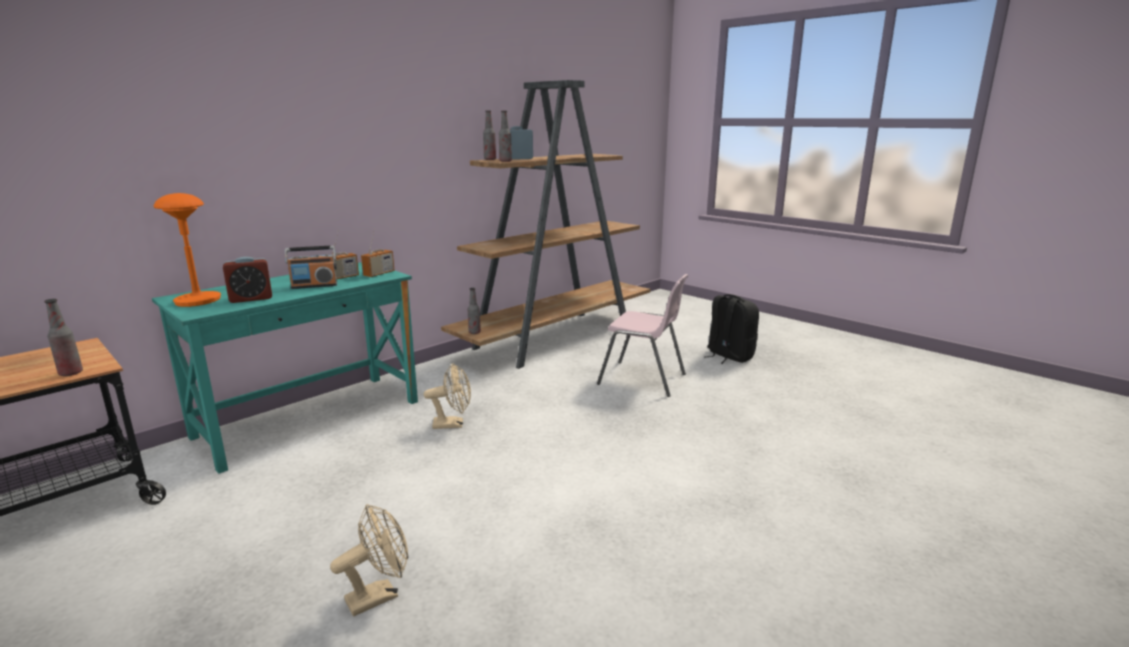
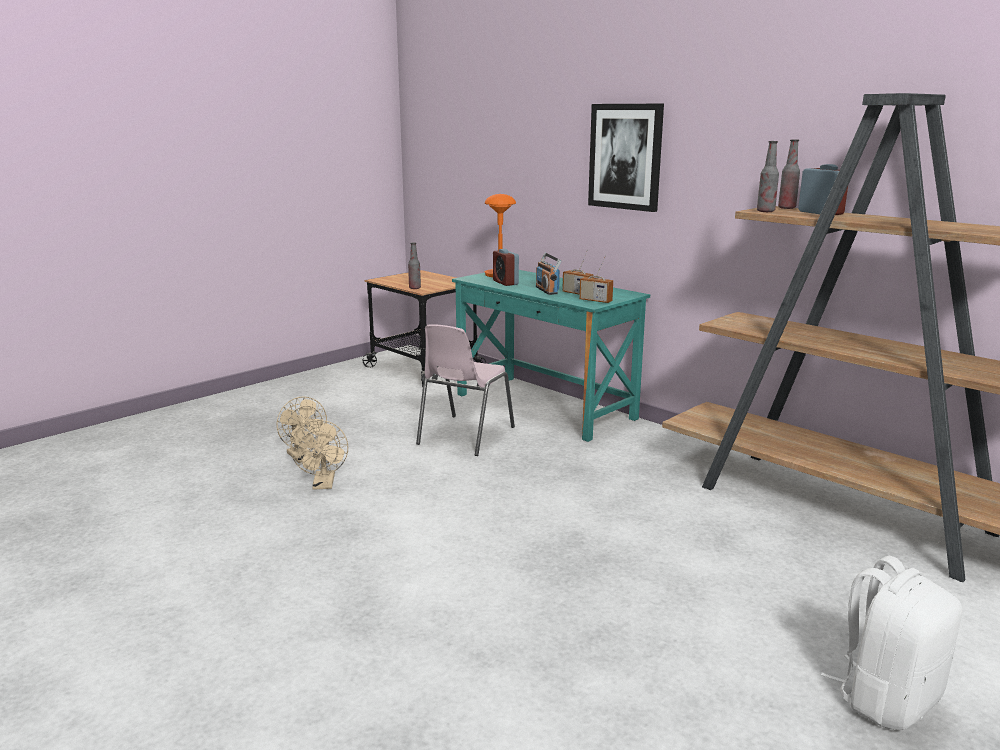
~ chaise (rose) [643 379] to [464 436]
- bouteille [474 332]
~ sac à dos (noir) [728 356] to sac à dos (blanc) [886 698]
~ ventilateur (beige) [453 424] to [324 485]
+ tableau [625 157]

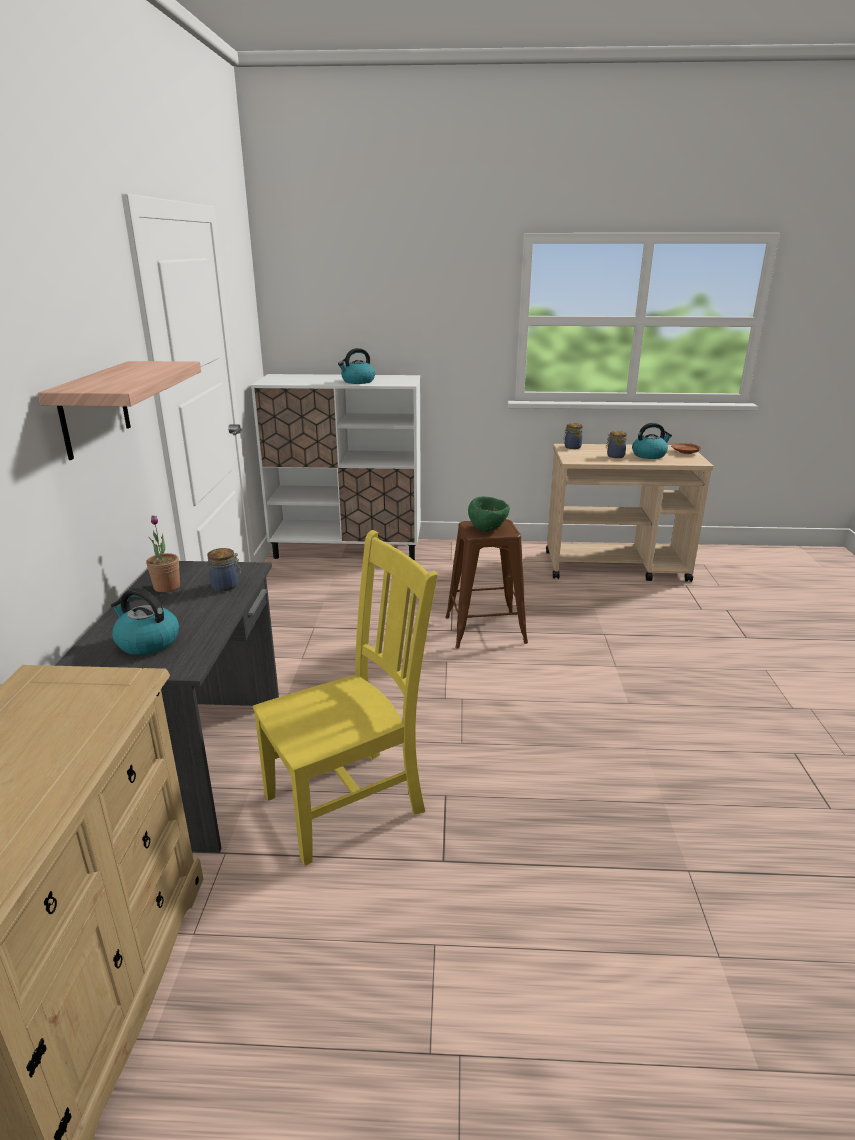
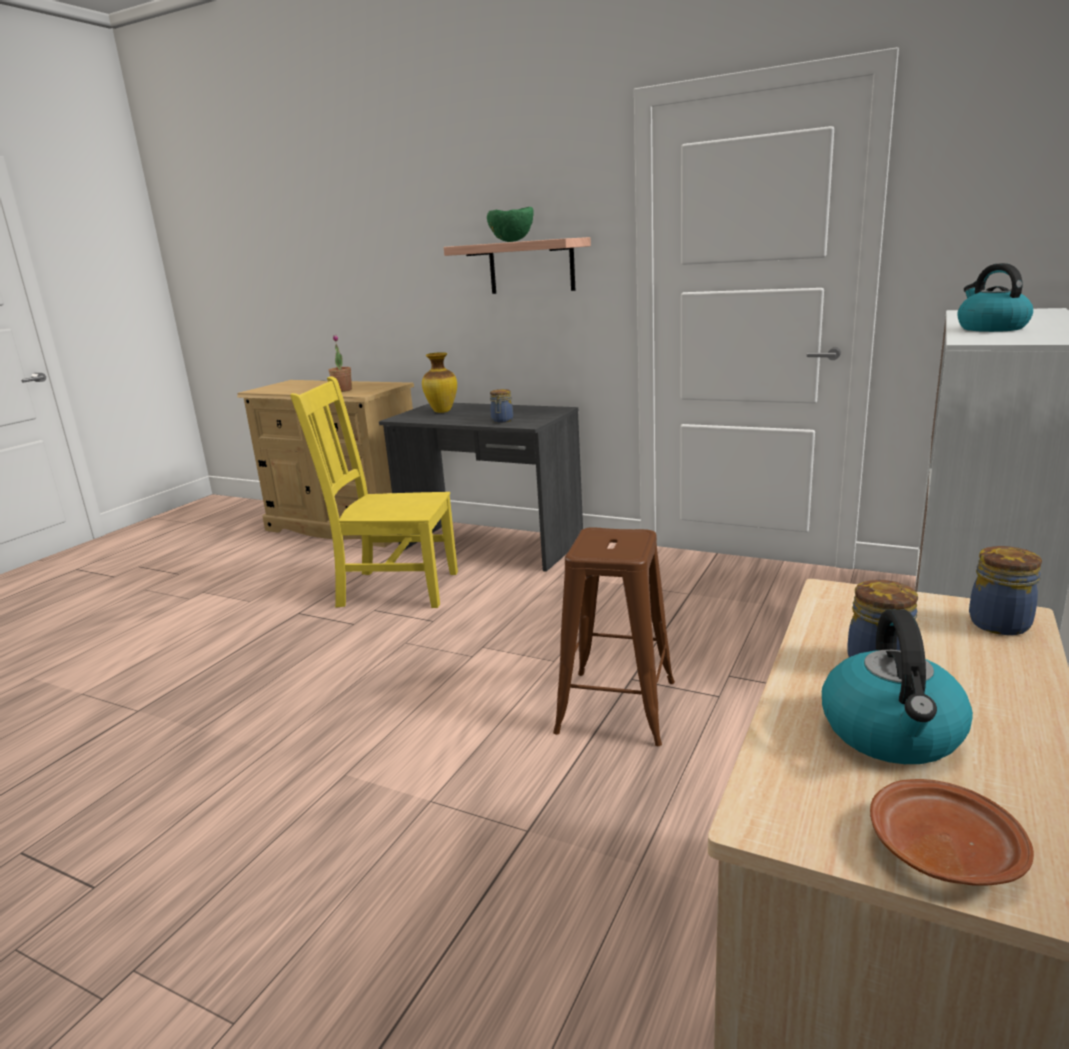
~ bol (vert) [488 529] to [512 241]
~ plante en pot [167 587] to [342 390]
~ chaise (jaune) [349 801] = [394 588] 105 degrees clockwise
~ bouilloire [147 642] to vase [441 411]

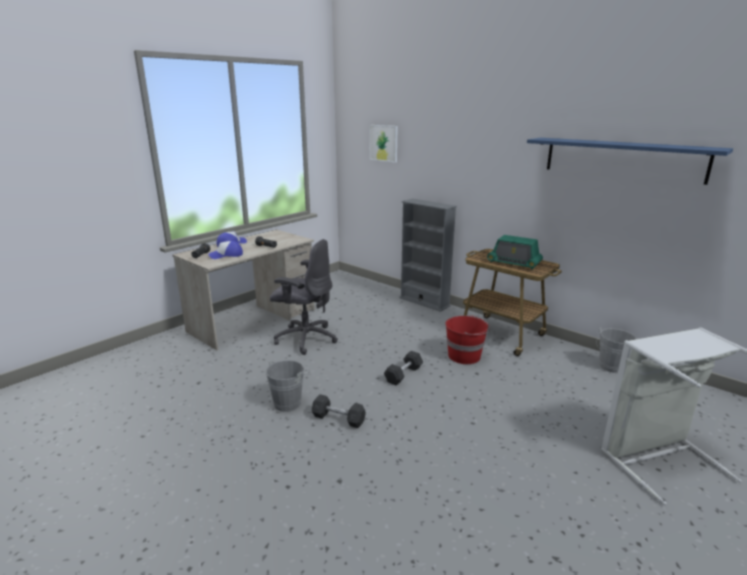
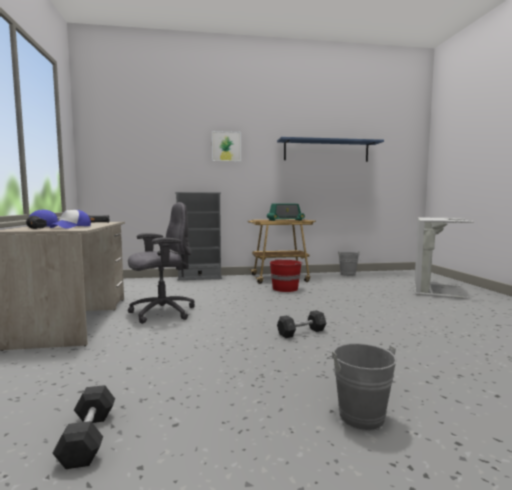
~ tableau [383 143] to [226 146]
~ haltère (gris) [403 374] to [88 438]
~ seau (gris) [290 402] to [358 414]

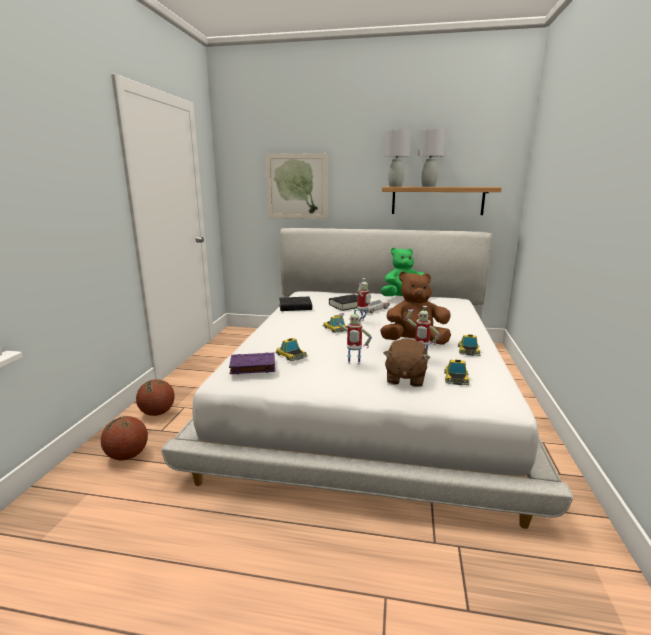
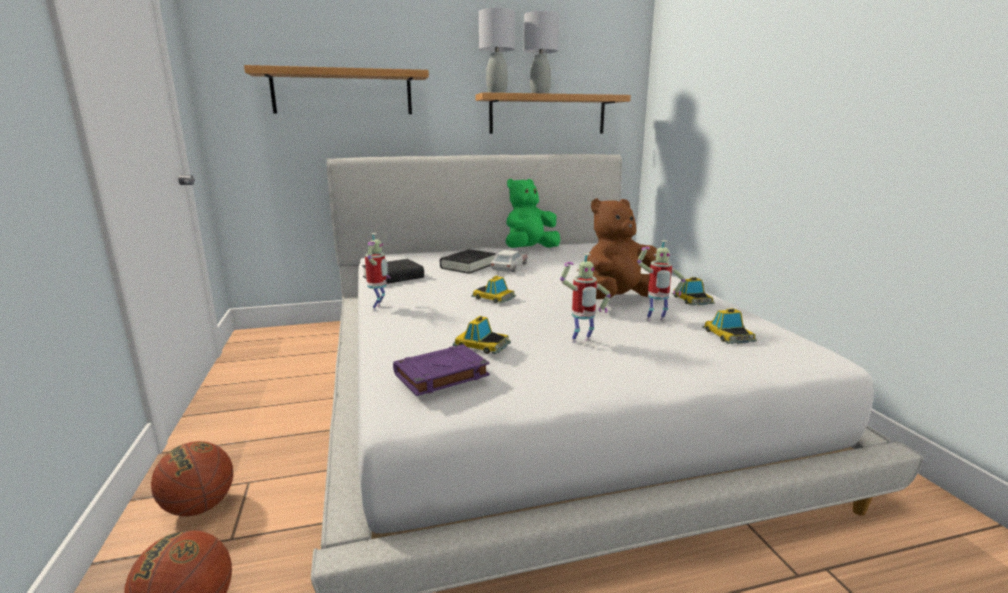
~ tableau [297 186] to étagère [342 92]
~ robot jouet [362 322] to [379 308]
- peluche (marron) [405 378]

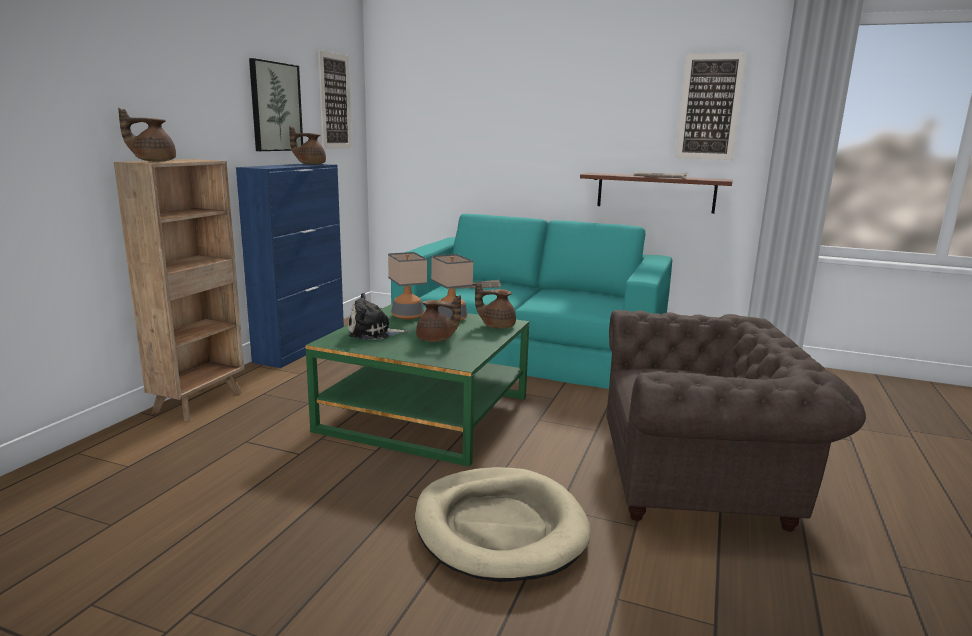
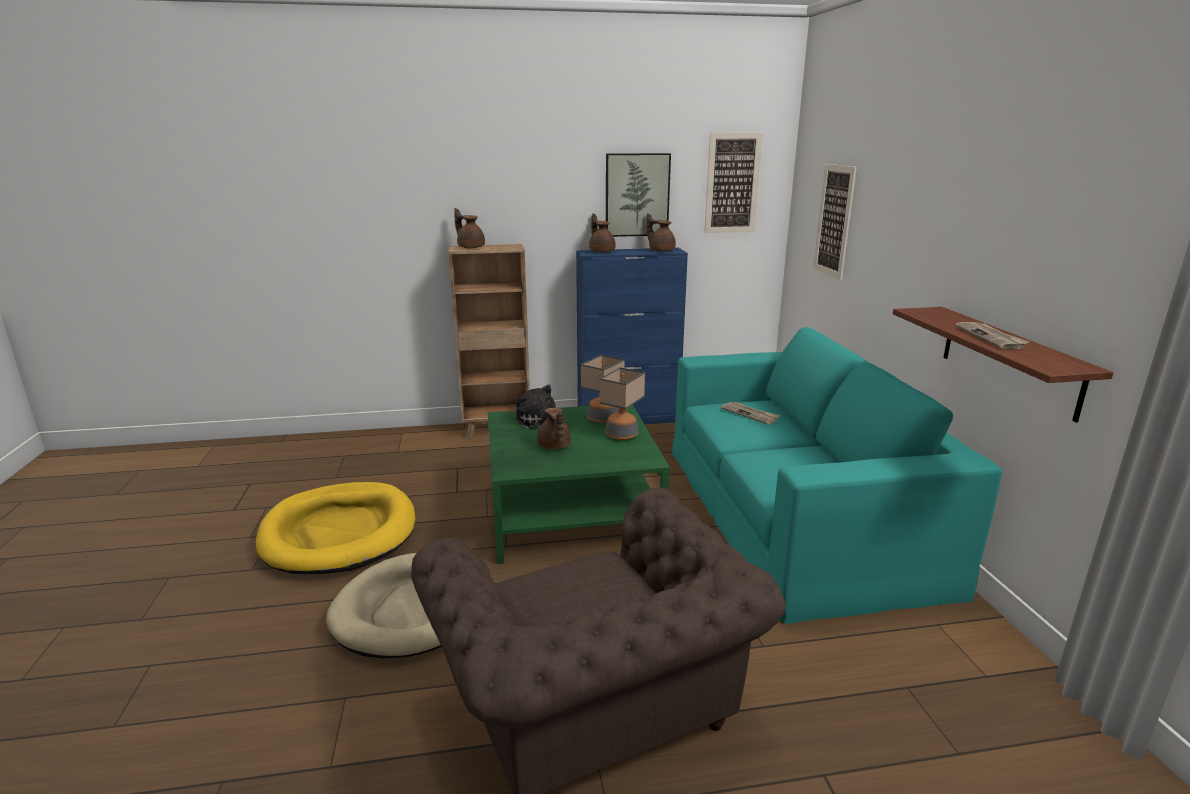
~ tableau [709 107] to [834 221]
~ théière (marron) [497 326] to [601 251]
+ panier pour chien (jaune) [339 533]

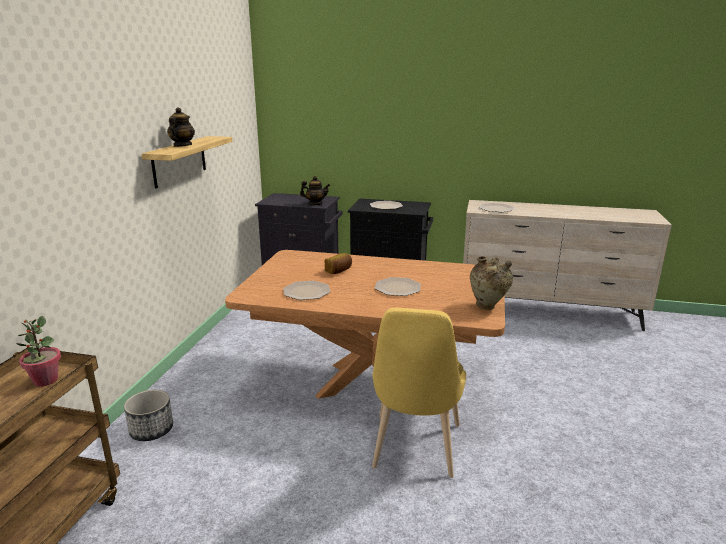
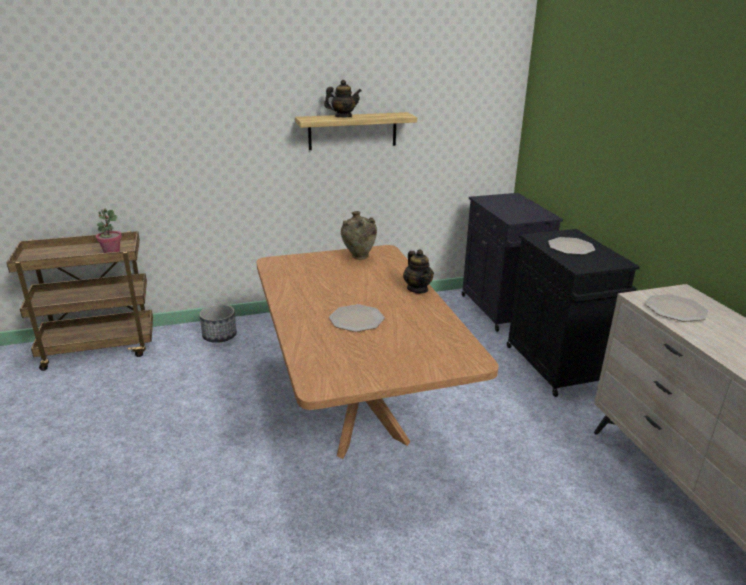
~ théière [315 204] to [417 289]
- pain [339 271]
~ vase (beige) [488 307] to [359 257]
- assiette [307 291]
- chaise (jaune) [414 450]

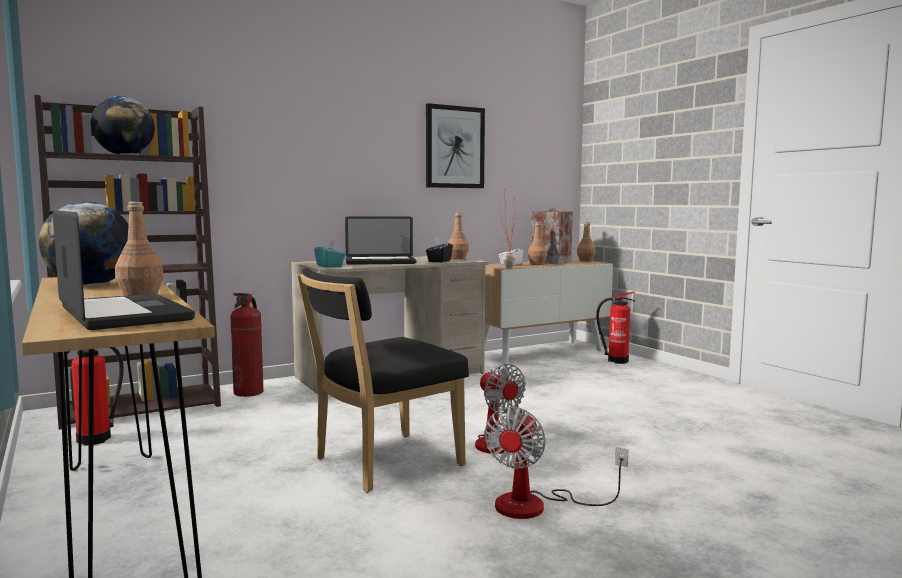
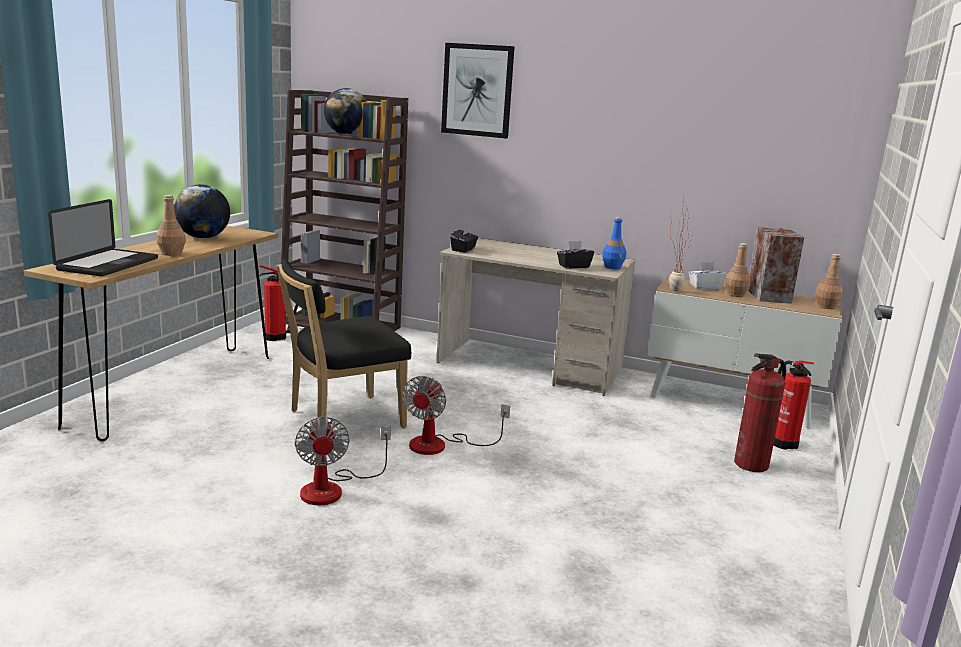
~ tableau [454 147] to [477 90]
~ bouteille (marron) [458 258] to bouteille (bleu) [613 267]
- ordinateur portable [380 262]
~ boîte à mouchoirs (turquoise) [330 266] to boîte à mouchoirs (noir) [463 249]
~ chaise (noir) [382 463] = [341 419] 45 degrees counterclockwise
~ extincteur [248 392] to [751 464]
~ ventilateur [537 505] = [333 488] 90 degrees counterclockwise

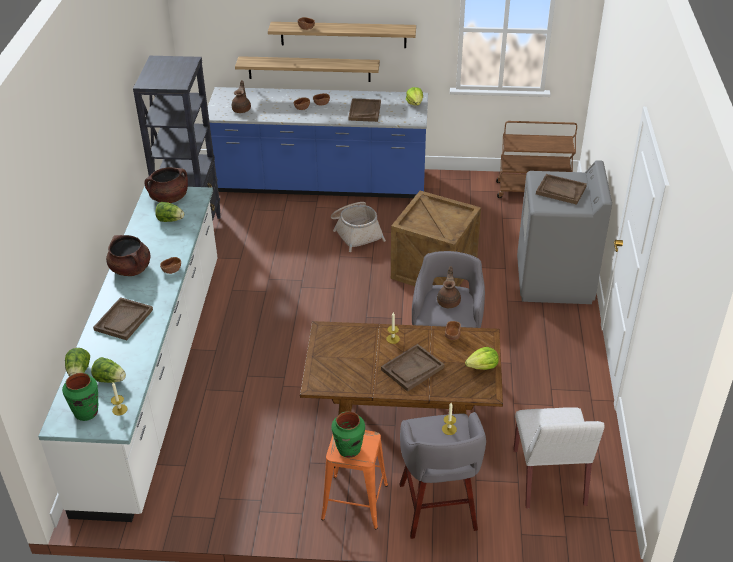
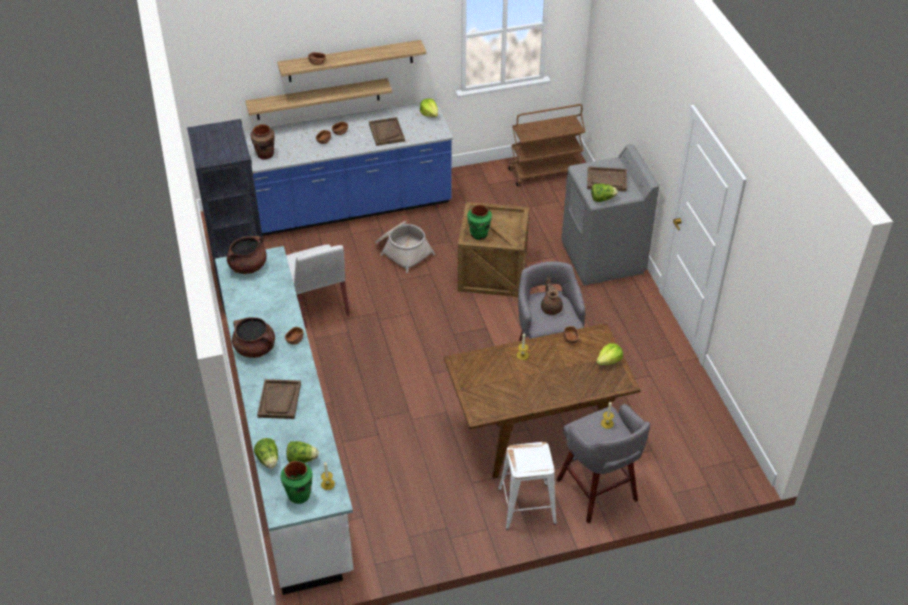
~ théière (marron) [242 109] to vase (marron) [265 154]
~ laitue [170 220] to [602 199]
- plateau (marron) [412 369]
~ chaise (blanc) [549 478] to [318 303]
~ vase (vert) [349 449] to [479 234]
~ tabouret (orange) [354 502] to tabouret (blanc) [527 506]

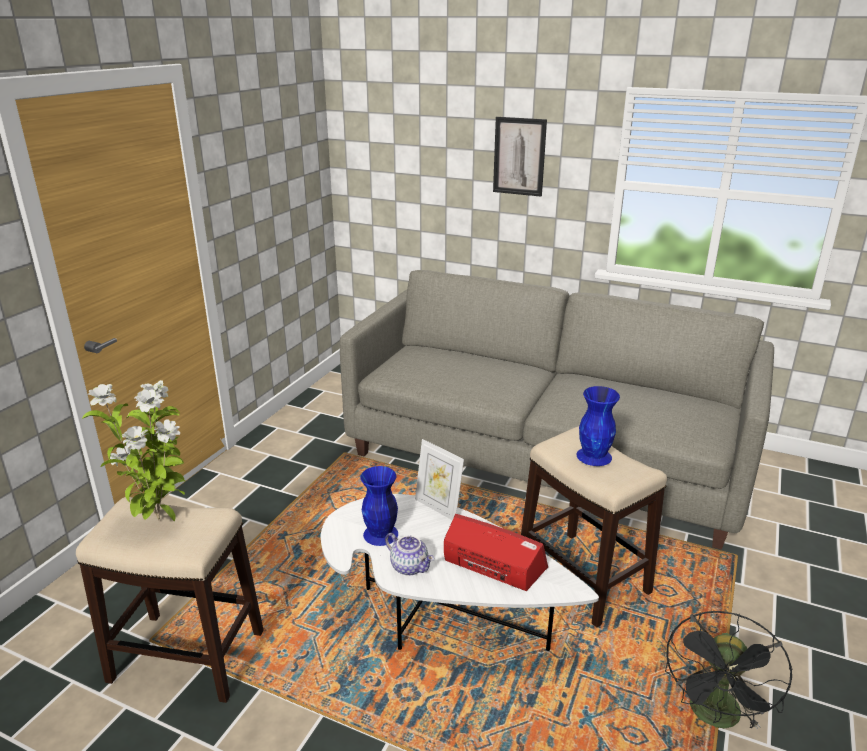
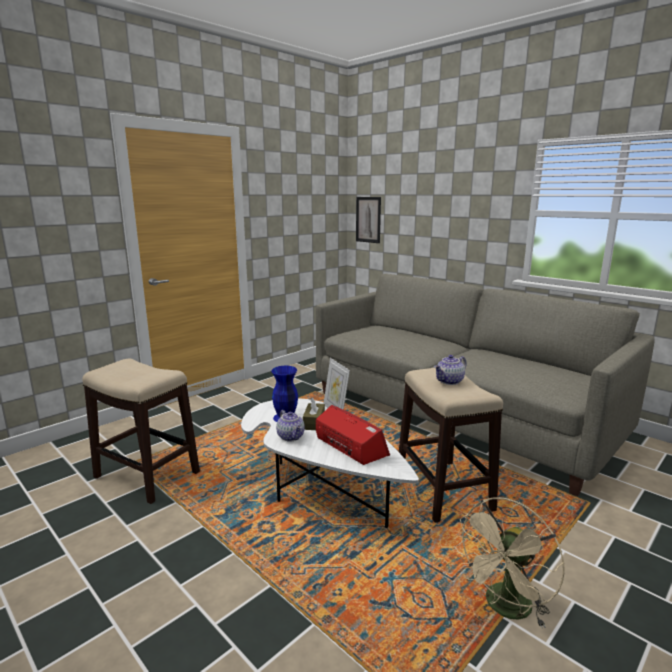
~ tableau [519 156] to [368 219]
- plante en pot [161 521]
~ vase (bleu) [594 456] to théière [450 381]
~ ventilateur (noir) [715 718] to ventilateur (beige) [505 609]
+ boîte à mouchoirs (marron) [314 422]

